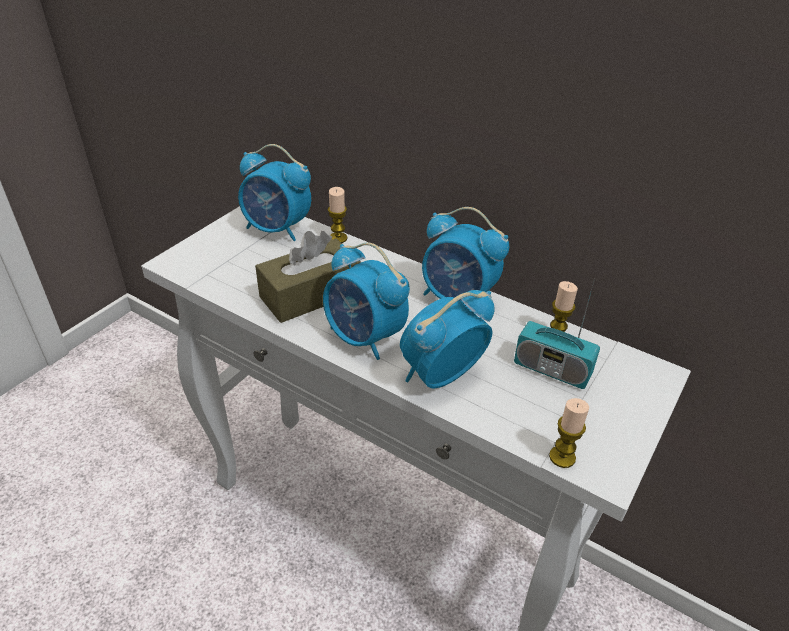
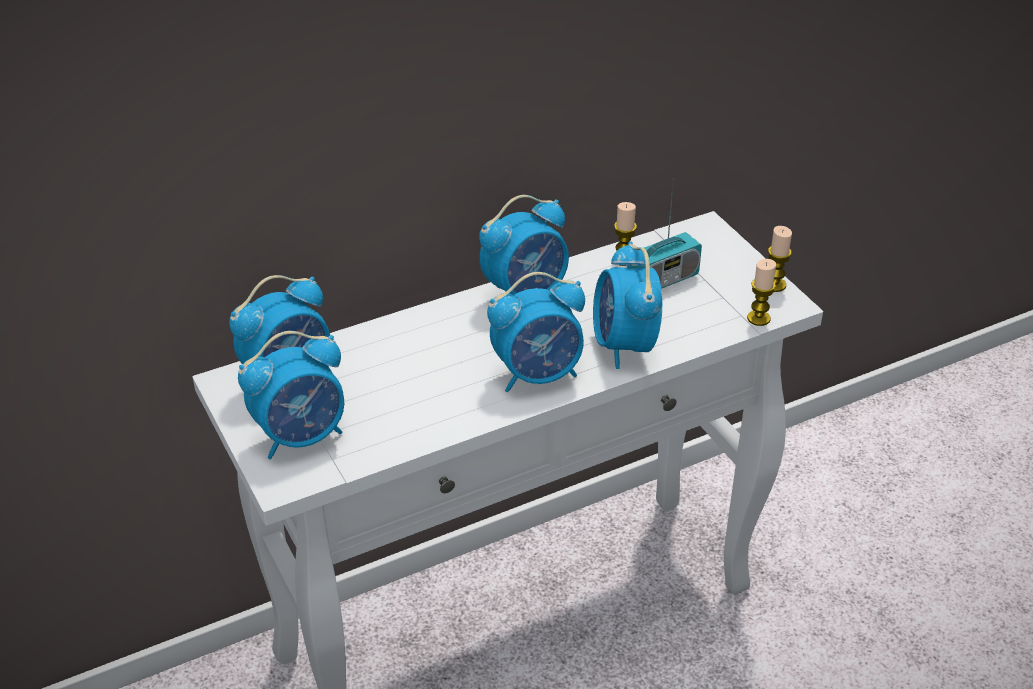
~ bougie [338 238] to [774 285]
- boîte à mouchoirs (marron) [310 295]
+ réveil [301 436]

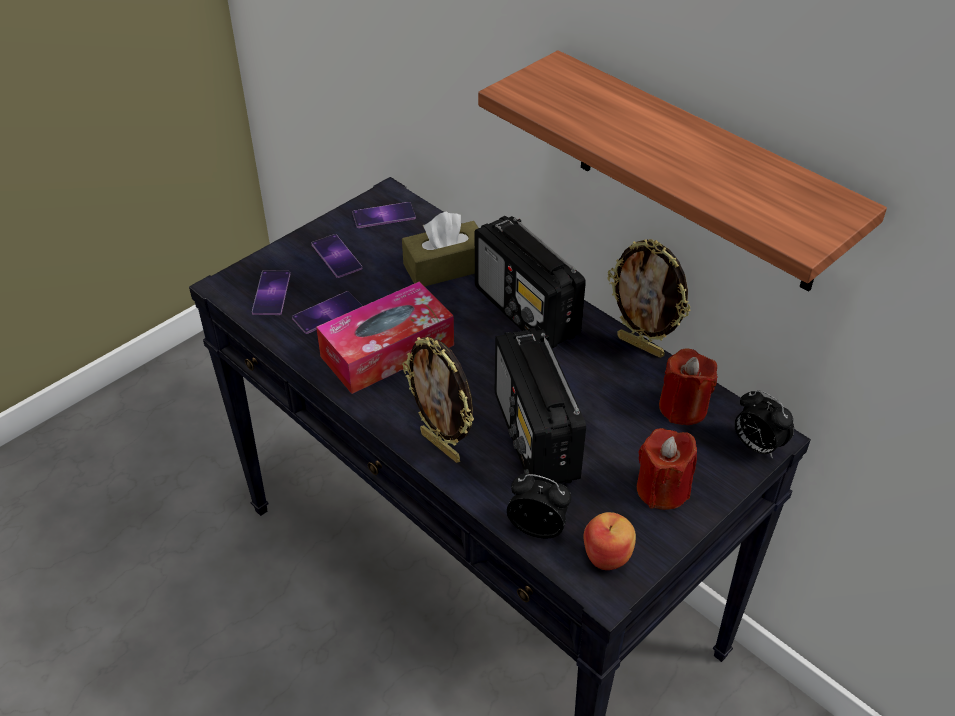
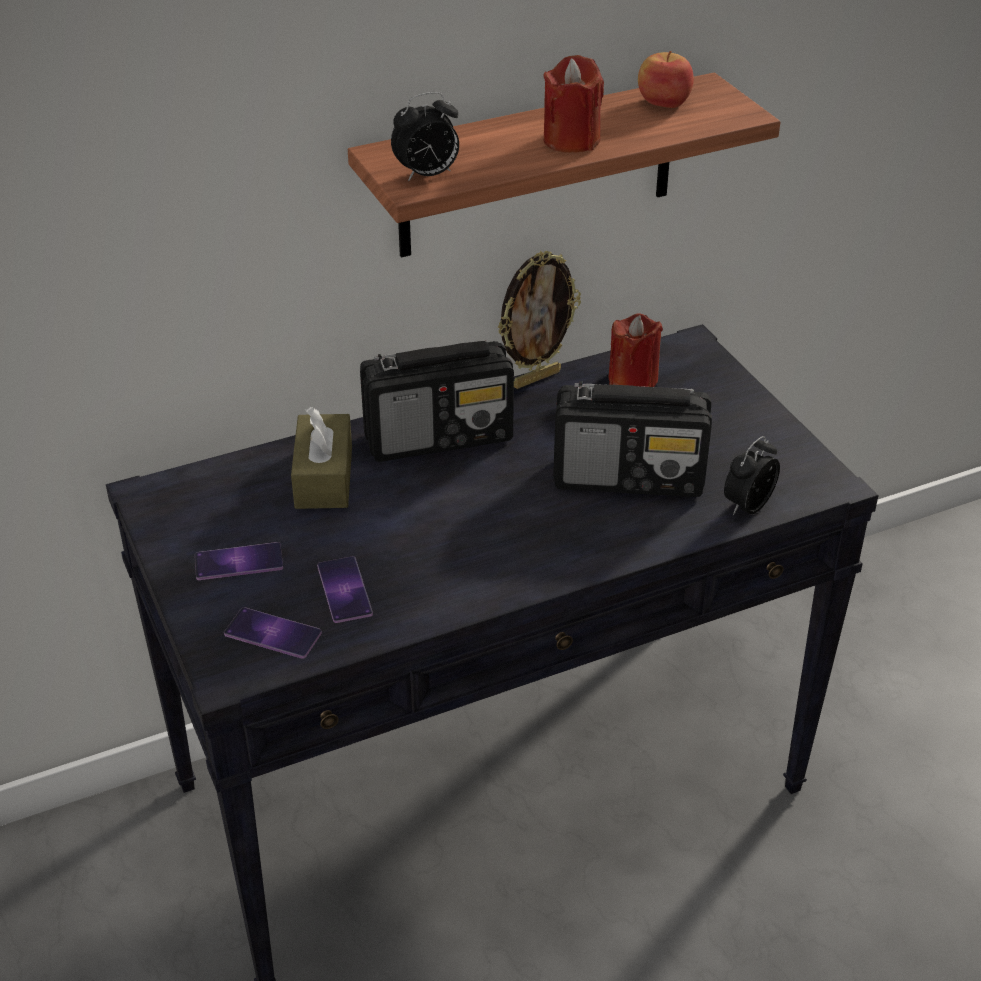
- téléphone [384 215]
- boîte à mouchoirs [387 351]
- cadre photo [442 446]
~ réveil [756 446] to [427 175]
~ bougie (rouge) [662 489] to [571 140]
~ pomme [608 555] to [663 101]

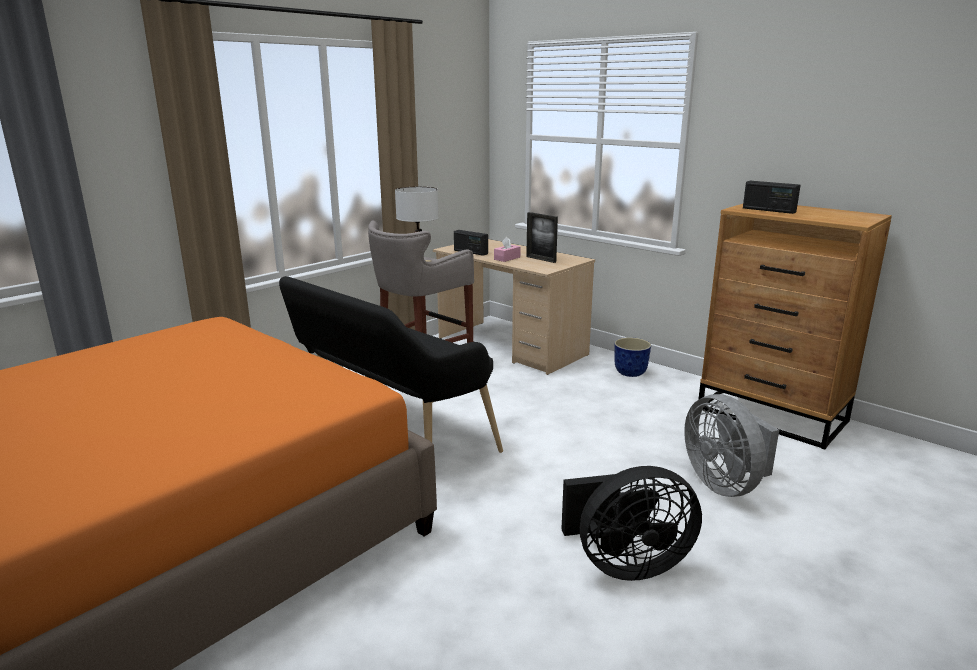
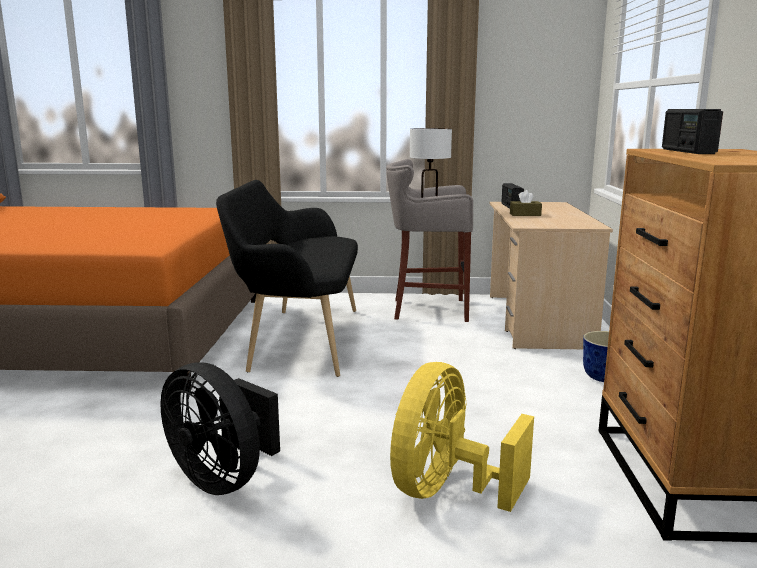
- cadre photo [541 259]
~ boîte à mouchoirs (rose) [507 258] to boîte à mouchoirs (marron) [525 214]
~ ventilateur (gris) [725 484] to ventilateur (jaune) [447 490]

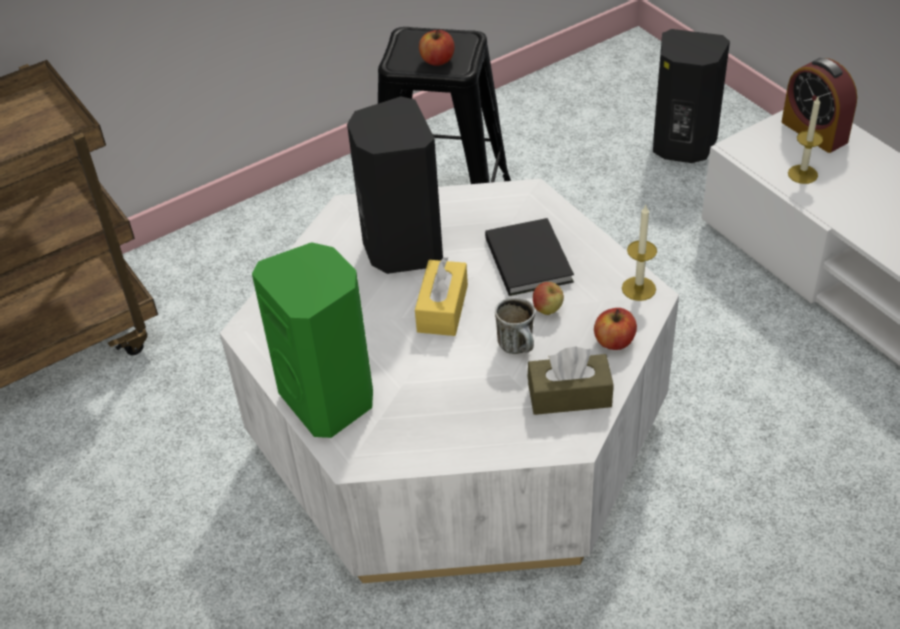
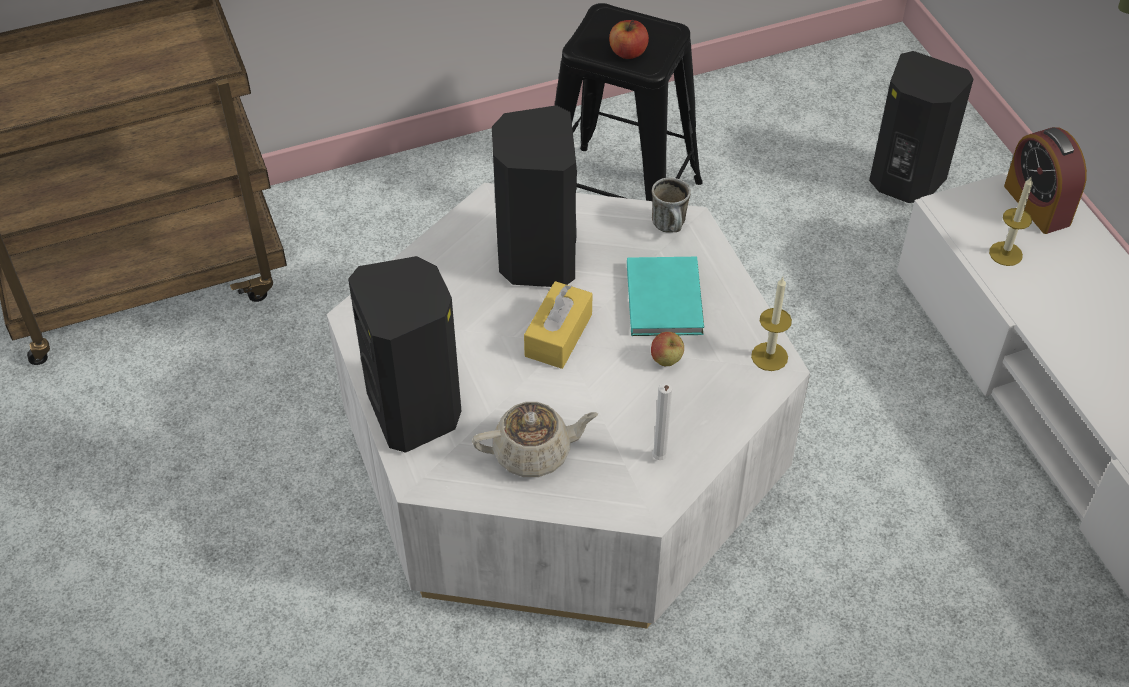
~ livre (noir) [529 258] to livre (turquoise) [665 297]
~ enceinte (vert) [330 399] to enceinte (noir) [416 411]
~ mug [519 348] to [671 227]
- pomme [614 341]
~ boîte à mouchoirs (marron) [569 395] to bougie (blanc) [659 460]
+ théière (beige) [534 453]

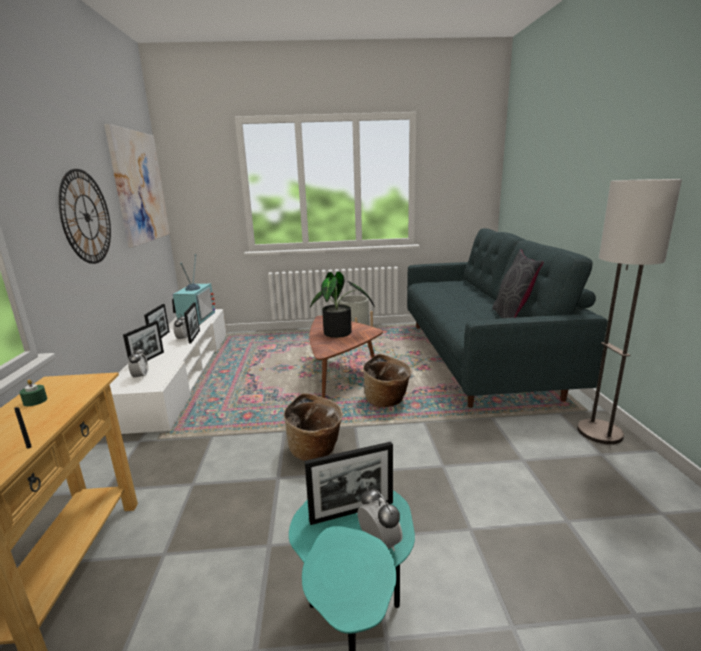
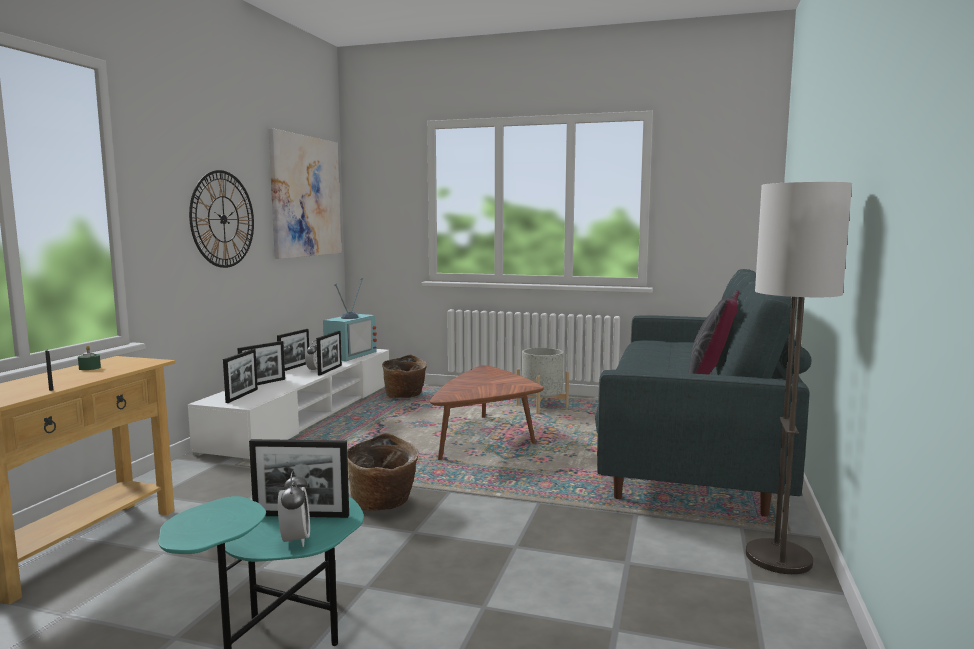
- plante en pot [340 334]
~ réveil [140 377] to cadre photo [242 396]
~ panier [387 401] to [405 396]

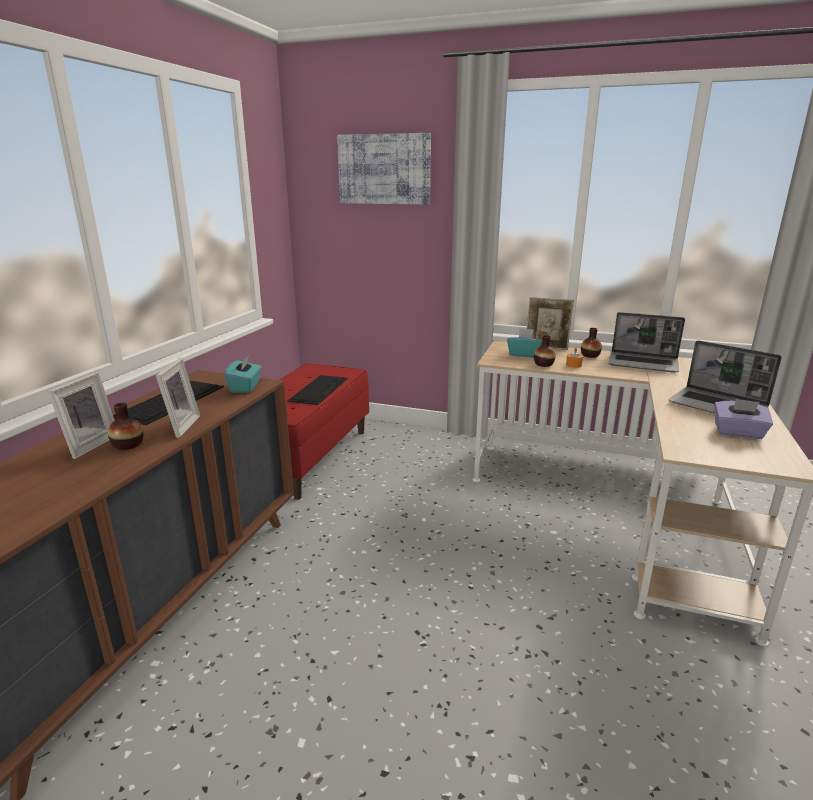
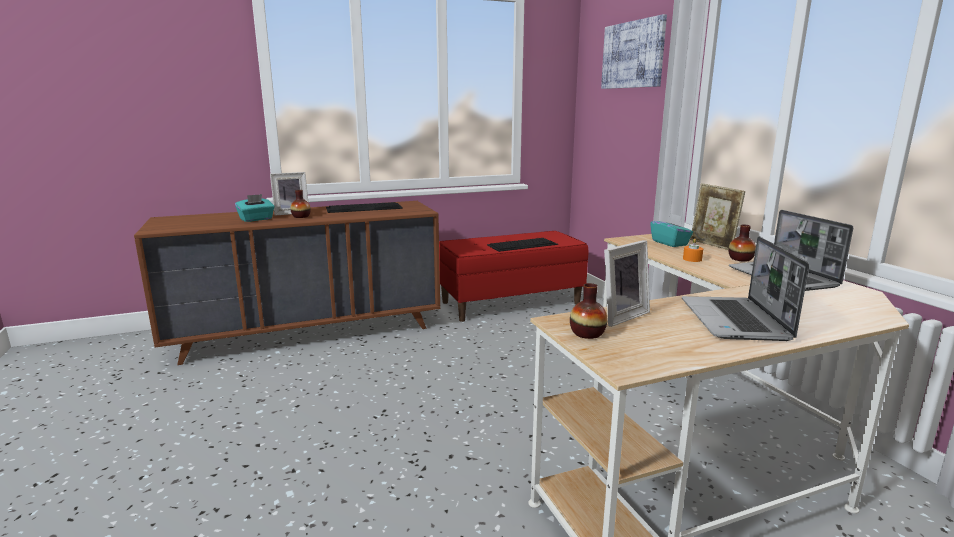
~ vase [543 364] to [587 333]
~ boîte à mouchoirs (turquoise) [245 387] to [256 219]
~ cadre photo [179 426] to [620 316]
- boîte à mouchoirs (violet) [738 433]

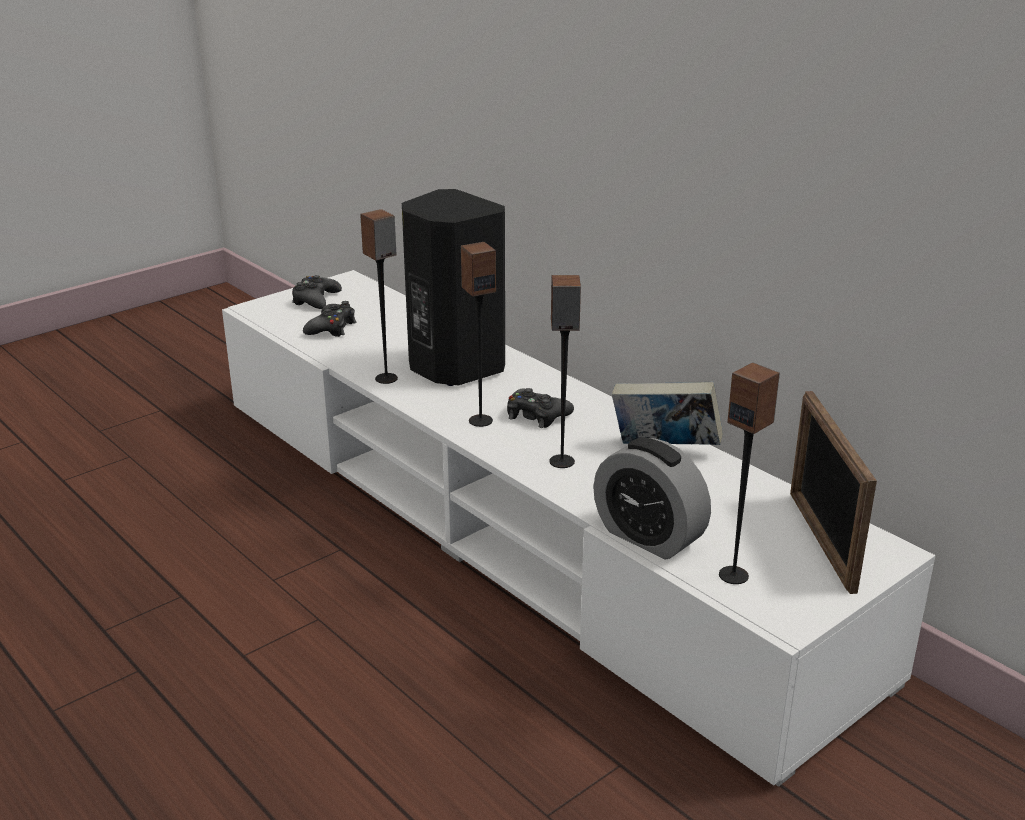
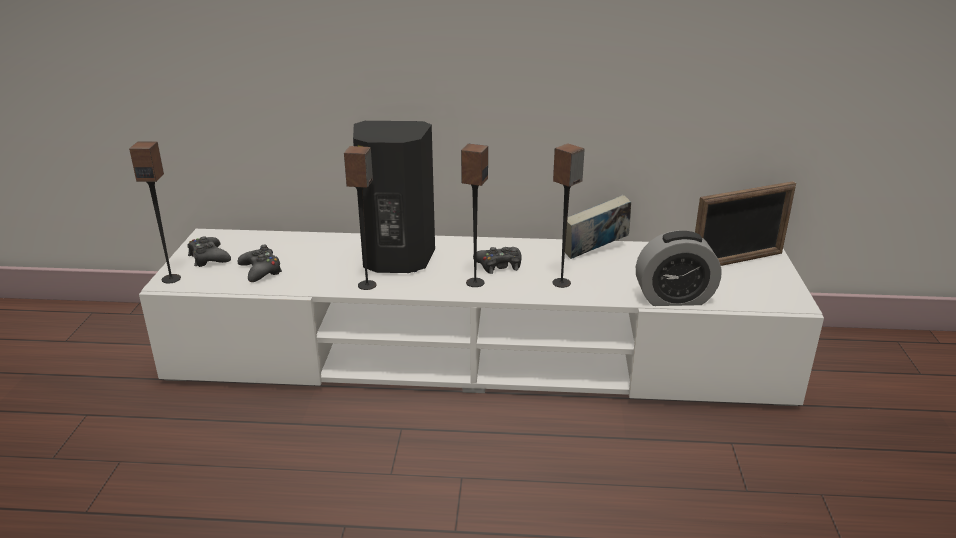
~ enceinte [734 575] to [171 278]
~ cadre photo [821 541] = [737 261] 60 degrees counterclockwise

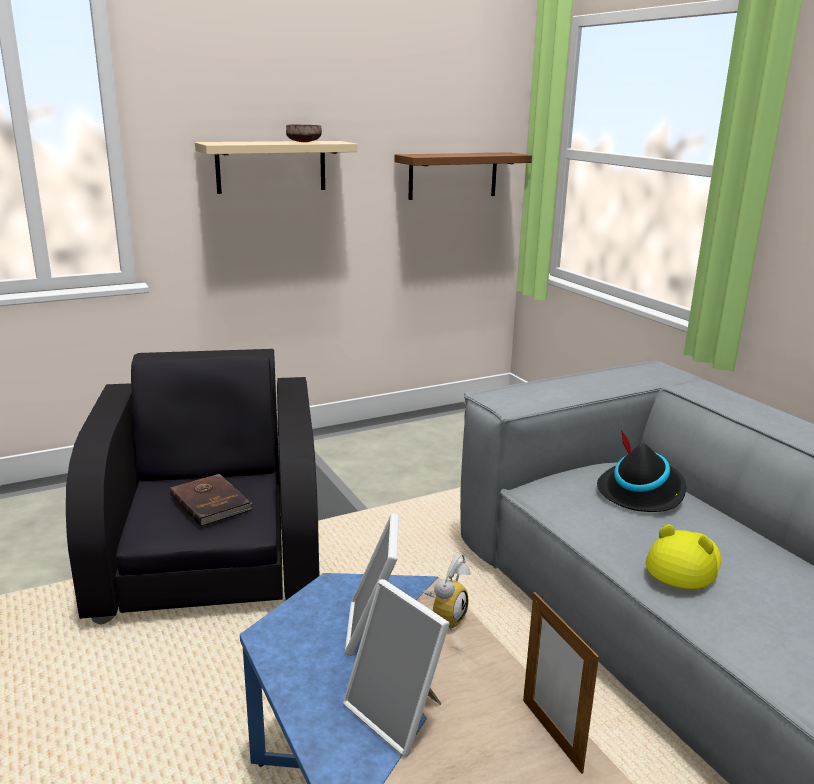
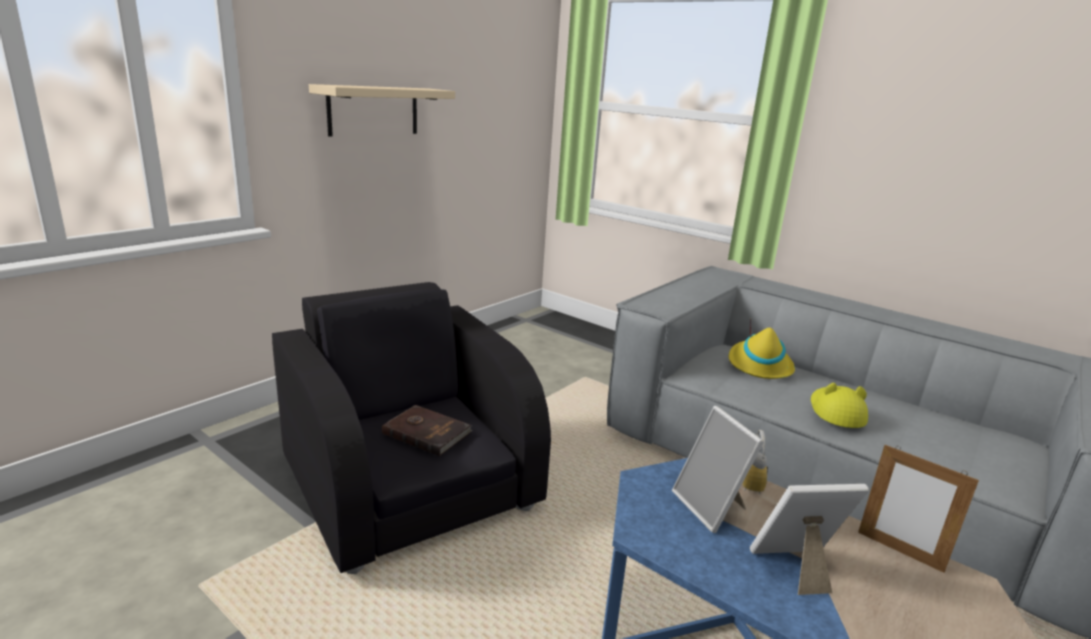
- bol (marron) [303 142]
- étagère (marron) [453 175]
~ chapeau (noir) [641 492] to chapeau (jaune) [759 365]
~ cadre photo [398 714] = [796 568] 150 degrees clockwise

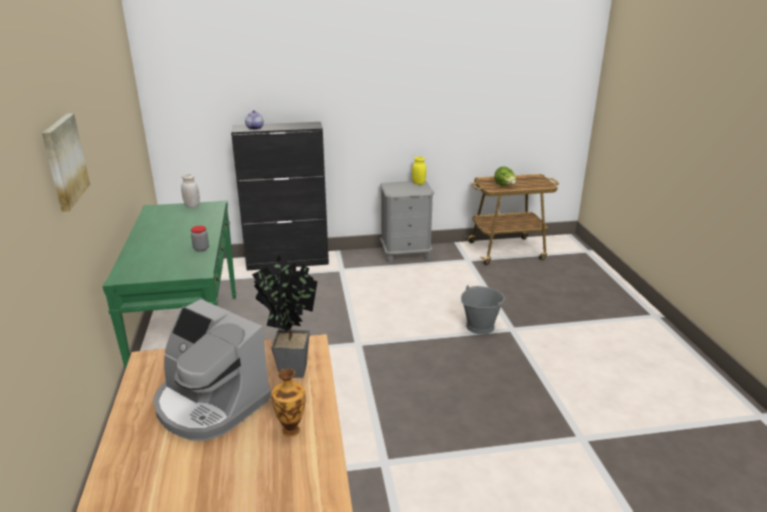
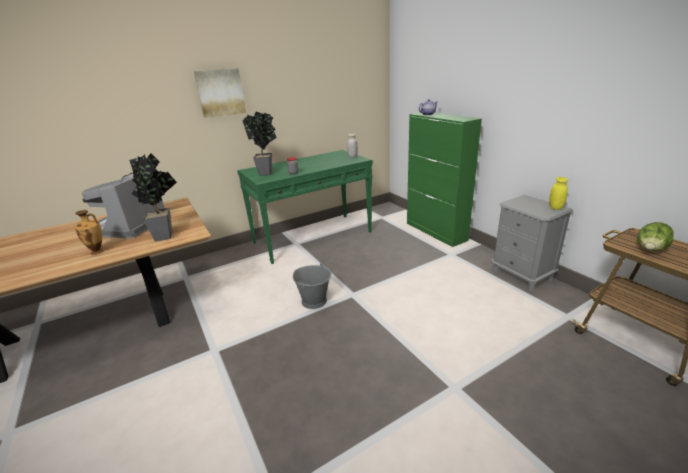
~ meuble de rangement (noir) [288 261] to meuble de rangement (vert) [436 232]
~ seau (gris) [480 326] to [314 301]
+ plante en pot [267 173]

